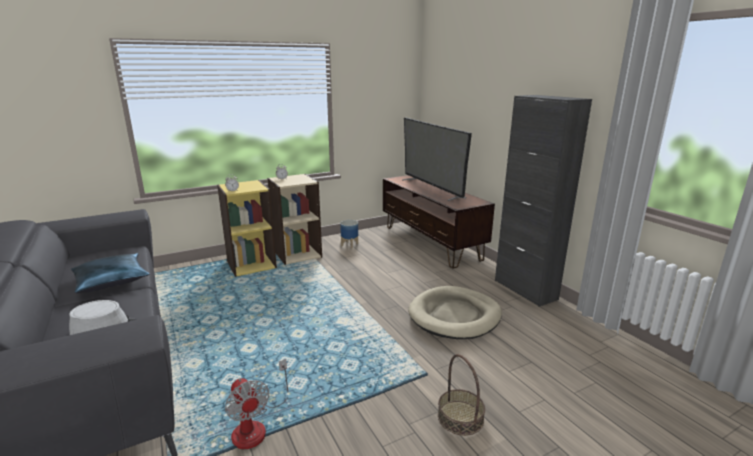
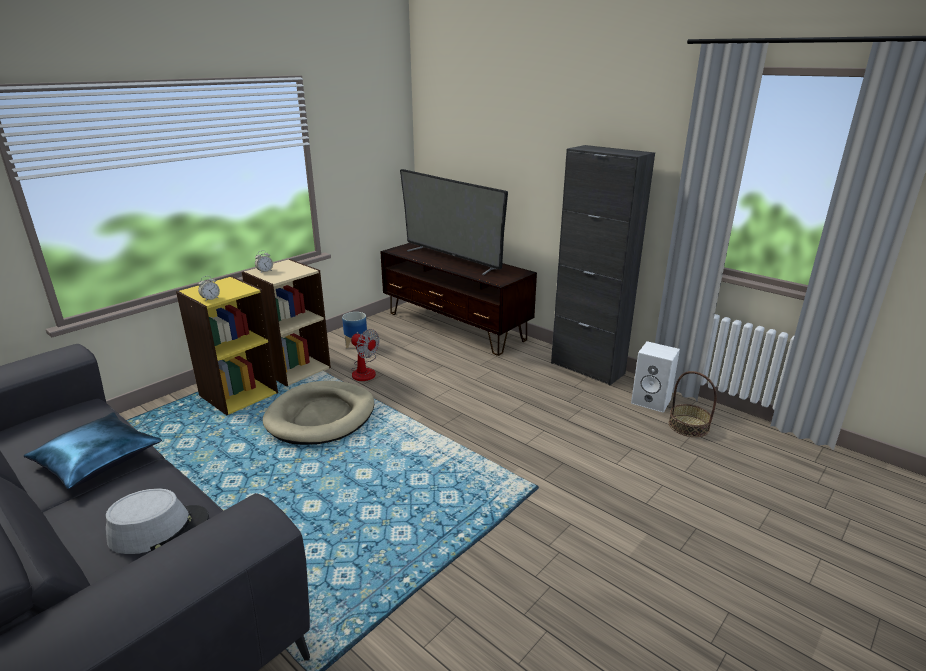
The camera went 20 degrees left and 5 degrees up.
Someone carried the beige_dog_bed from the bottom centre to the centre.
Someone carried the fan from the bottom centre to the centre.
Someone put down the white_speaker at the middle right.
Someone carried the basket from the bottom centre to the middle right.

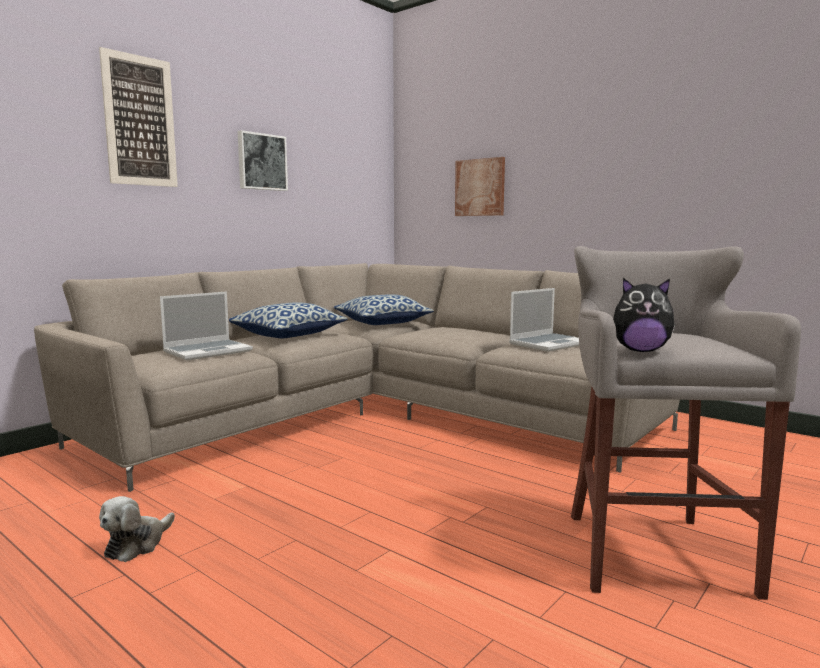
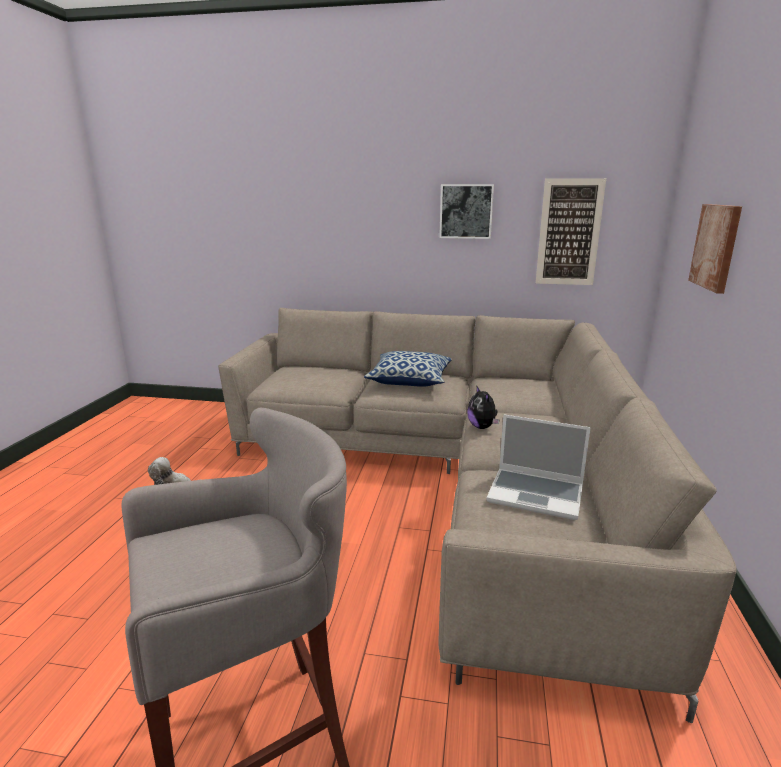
The camera went 60 degrees right and 10 degrees up.
Someone carried the plush_toy (no. 2 from left) from the middle right to the centre.
Someone carried the picture (no. 1 from left in the first image) from the top left to the top right.
Someone took away the laptop (no. 1 from left) at the middle left.
Someone took away the pillow (no. 2 from left) at the centre.

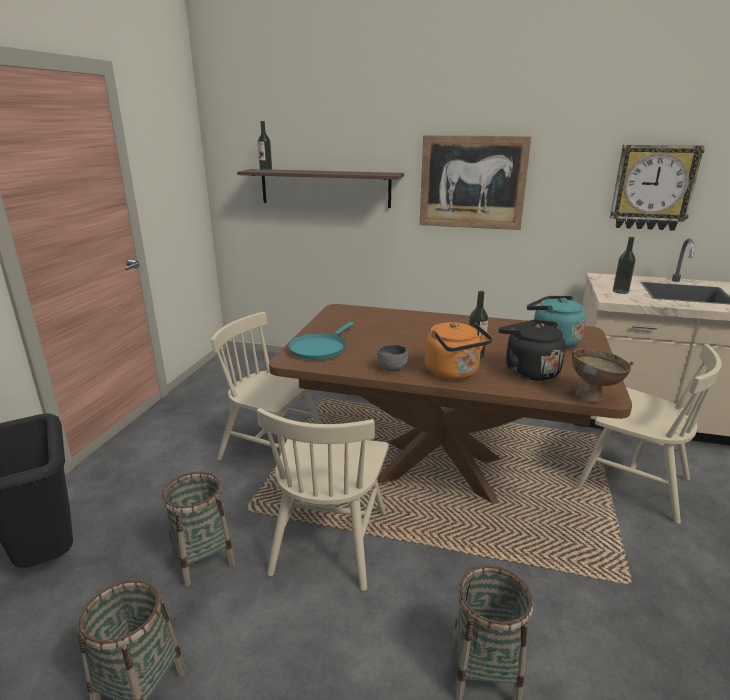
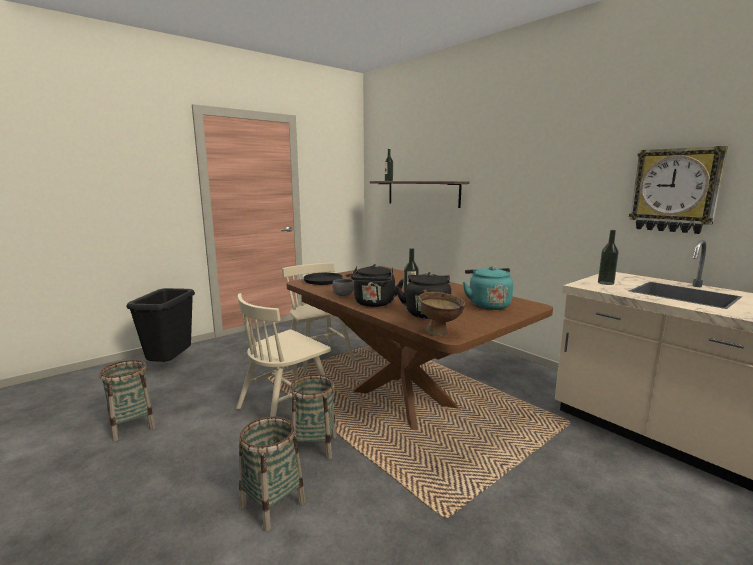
The camera went 35 degrees right and 10 degrees down.
Someone carried the basket (no. 2 from left in the first image) from the bottom left to the bottom centre.
Someone repainted the turquoise_frying_pan at the centre, which became the black_frying_pan at the centre.
Someone repainted the orange_kettle at the centre, which became the black_kettle (no. 1 from left) at the centre.
Someone took away the picture at the top centre.
Someone took away the beige_chair (no. 3 from left) at the middle right.

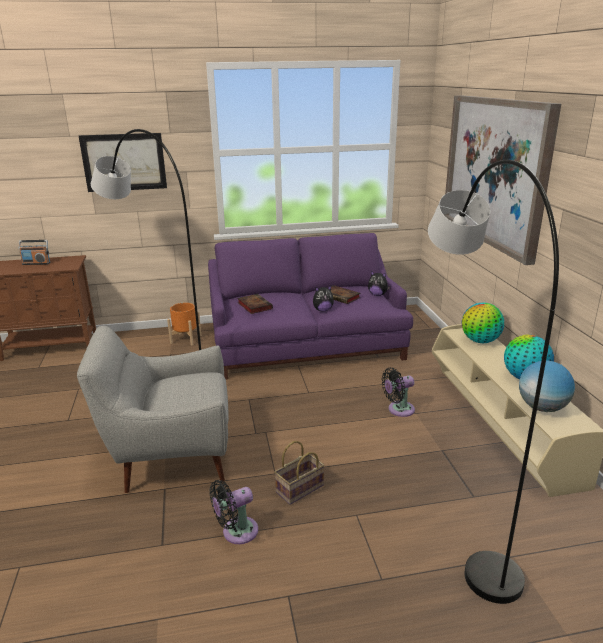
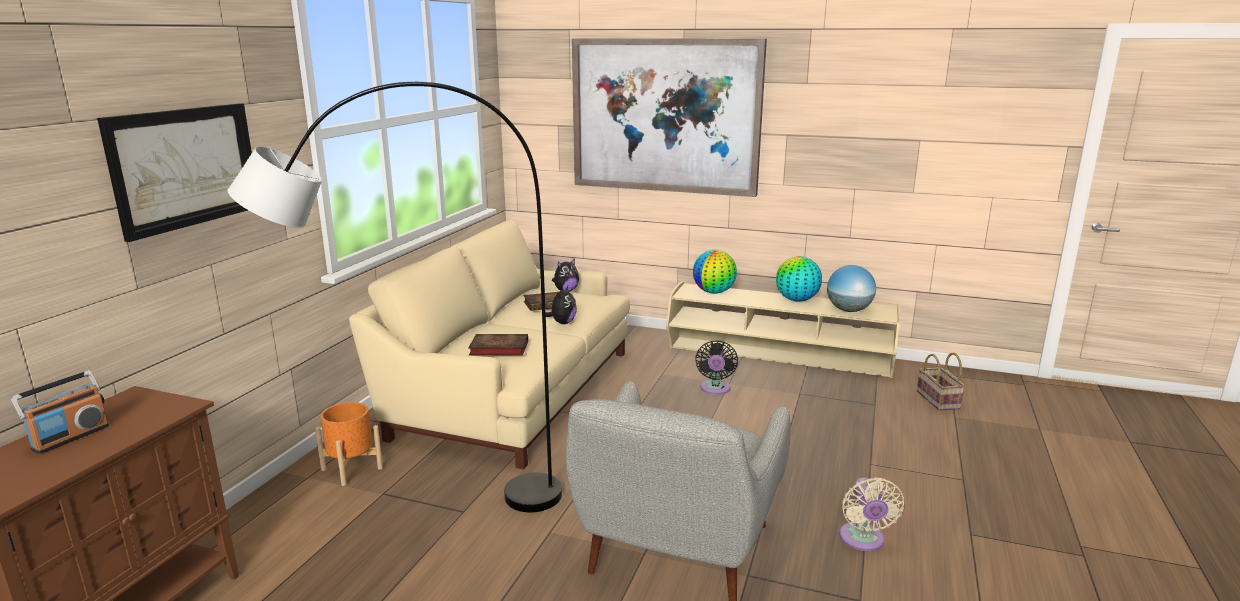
The camera went 60 degrees left and 5 degrees down.
Someone repainted the purple_sofa at the centre, which became the beige_sofa at the centre.
Someone repainted the black_fan (no. 1 from left) at the bottom centre, which became the beige_fan at the bottom right.
Someone carried the basket from the bottom centre to the middle right.
Someone took away the grey_floor_lamp (no. 2 from left) at the middle right.

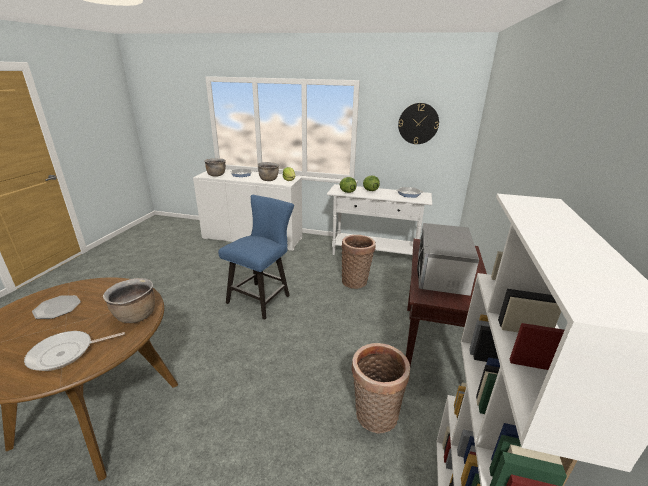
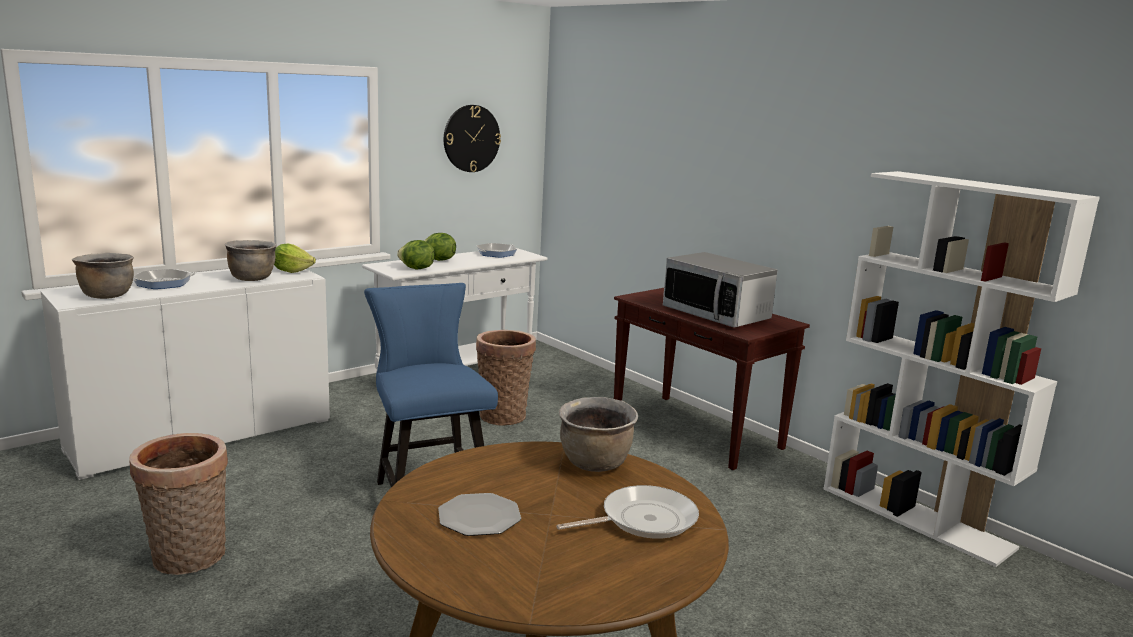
The camera went 55 degrees left and 10 degrees down.
Someone carried the basket (no. 2 from left in the first image) from the bottom centre to the bottom left.
Someone rotated the frying_pan (no. 1 from left in the first image) at the bottom left by 120 degrees counterclockwise.

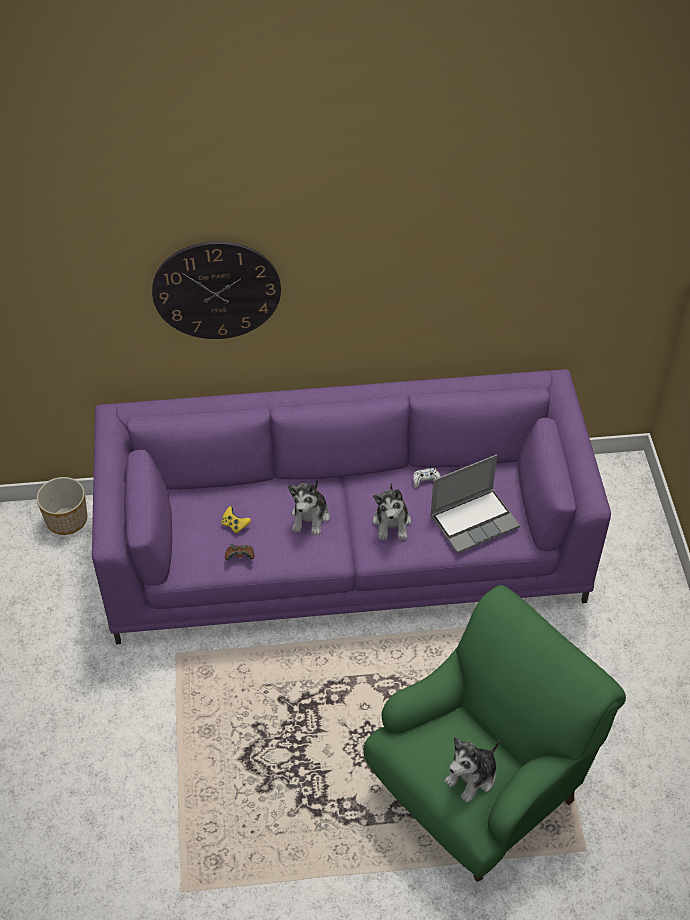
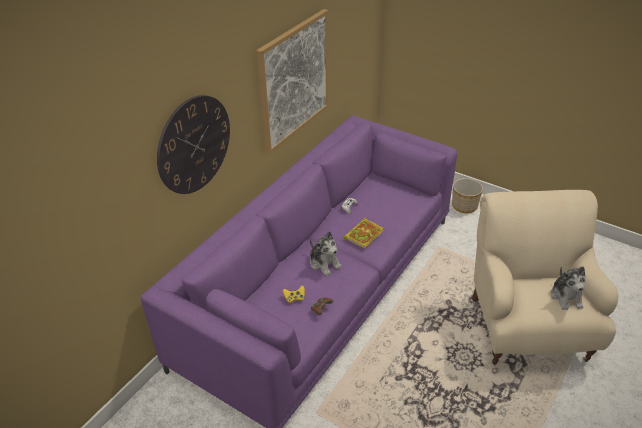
The camera went 50 degrees left and 10 degrees down.
Someone put up the picture at the top centre.
Someone swapped the plush_toy (no. 2 from left) at the centre for the book at the centre.
Someone carried the planter from the middle left to the middle right.
Someone repainted the green_armchair at the bottom right, which became the beige_armchair at the middle right.
Someone took away the laptop at the middle right.

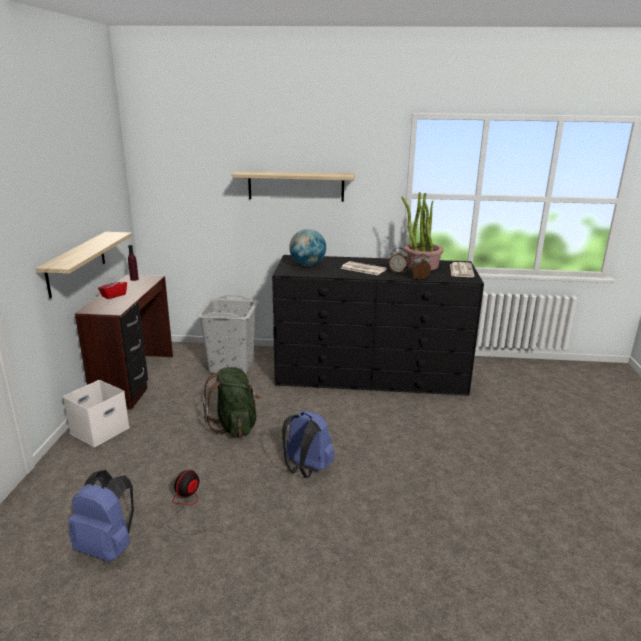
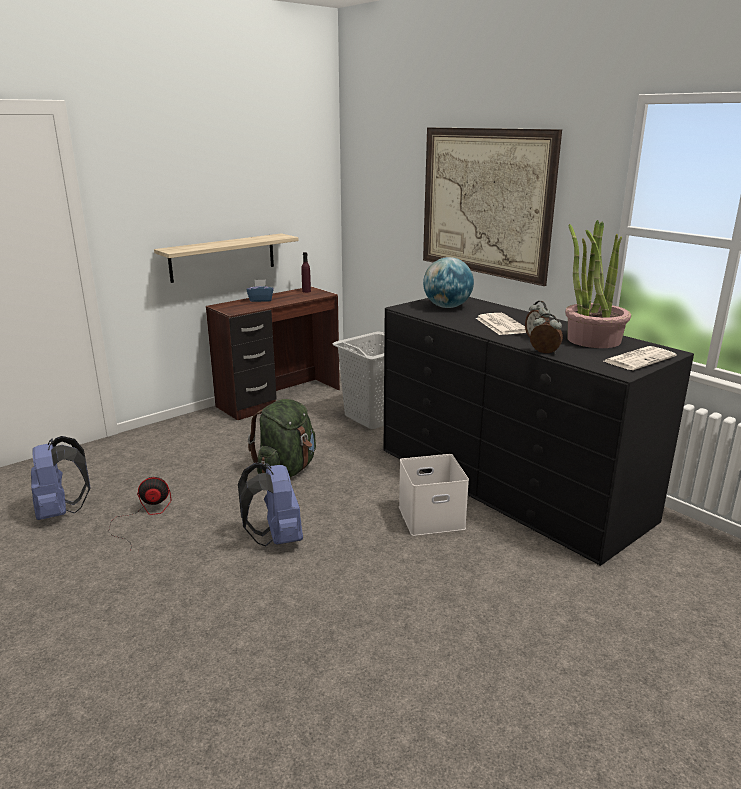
The camera went 45 degrees right and 0 degrees up.
Someone repainted the red_tissue_box at the middle left, which became the blue_tissue_box at the centre.
Someone carried the white_storage_box from the middle left to the centre.
Someone swapped the shelf (no. 2 from left) at the top centre for the picture at the top centre.

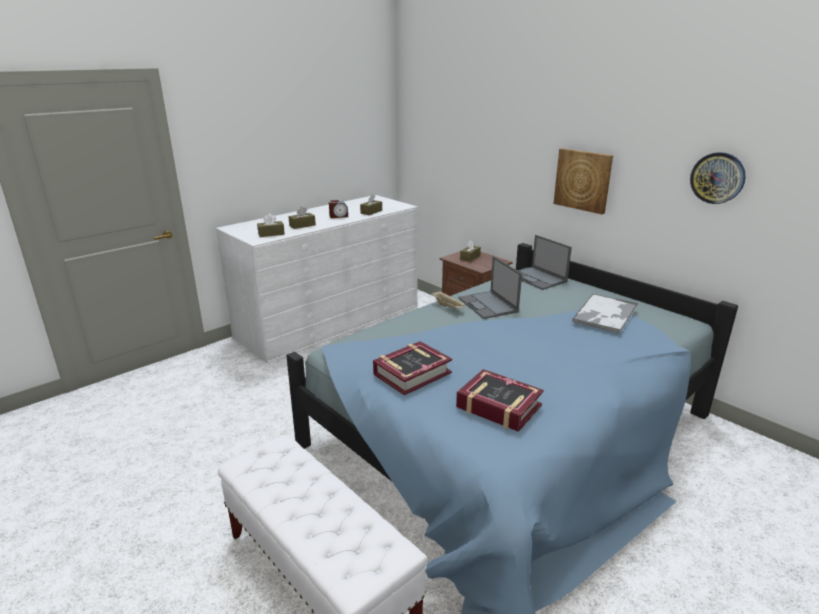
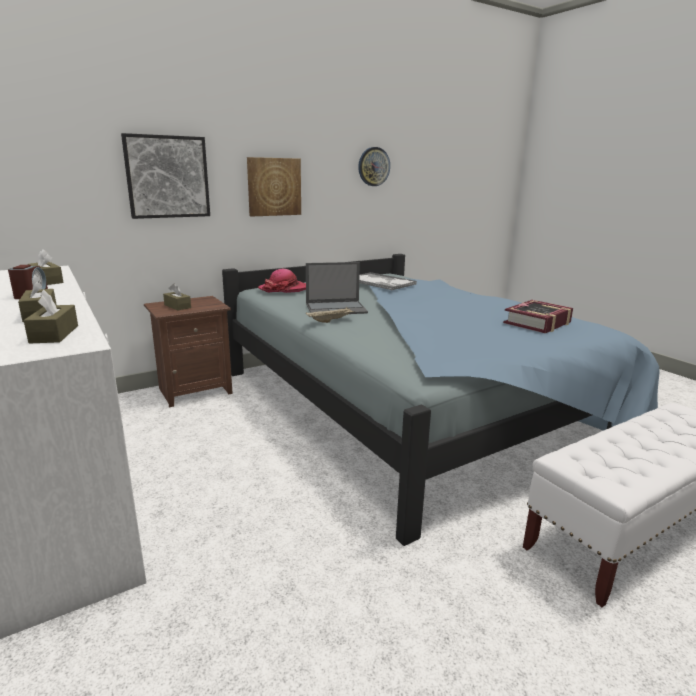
The camera went 80 degrees left and 5 degrees down.
Someone put up the picture (no. 1 from left) at the top left.
Someone swapped the laptop (no. 2 from left) at the centre for the hat at the centre.
Someone took away the book (no. 1 from left) at the centre.

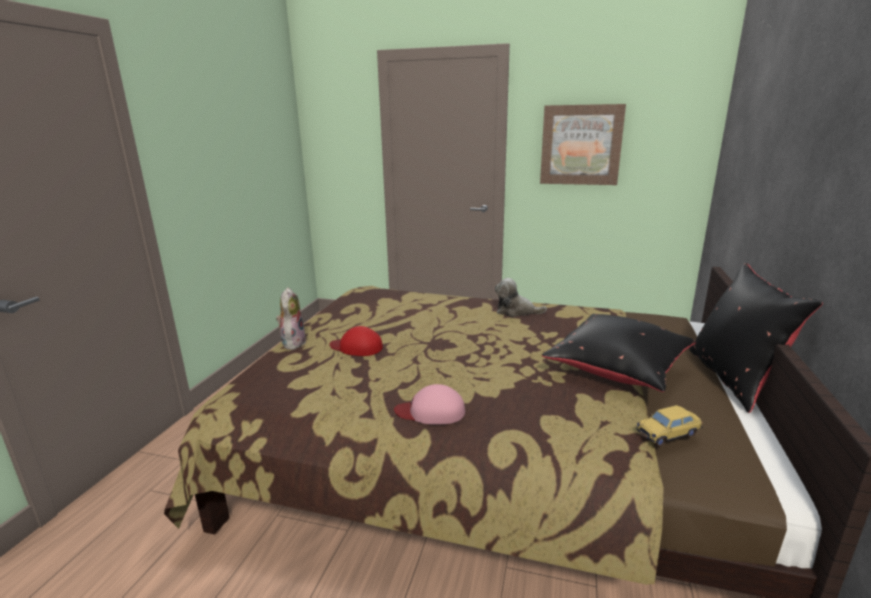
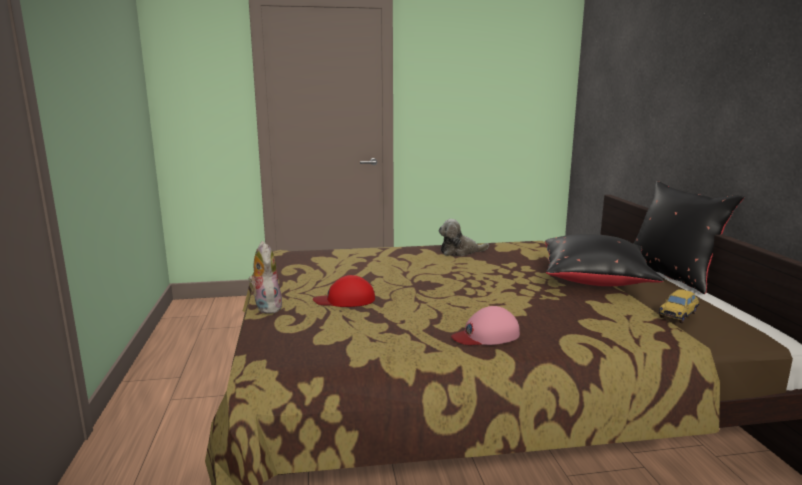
The camera went 25 degrees left and 5 degrees down.
Someone took away the picture at the top right.

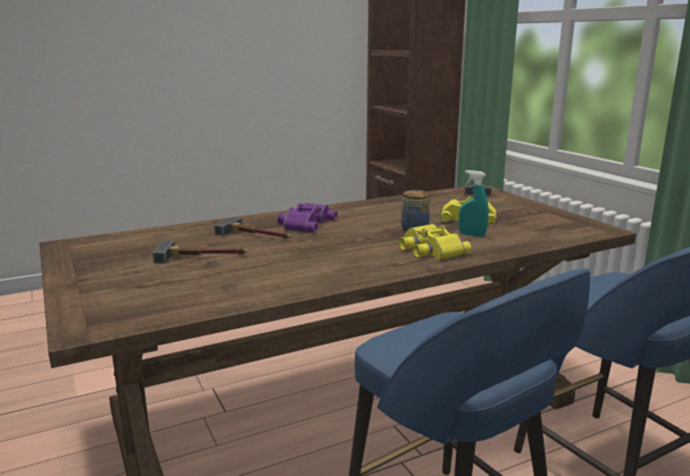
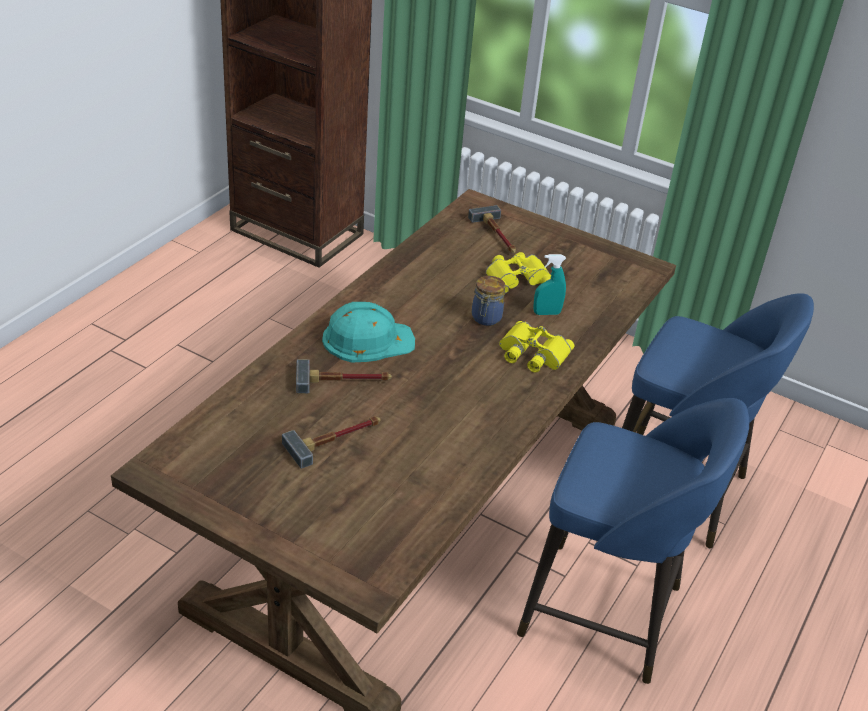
The camera went 35 degrees left and 20 degrees up.
Someone swapped the purple_binoculars at the centre for the turquoise_hard_hat at the centre.

